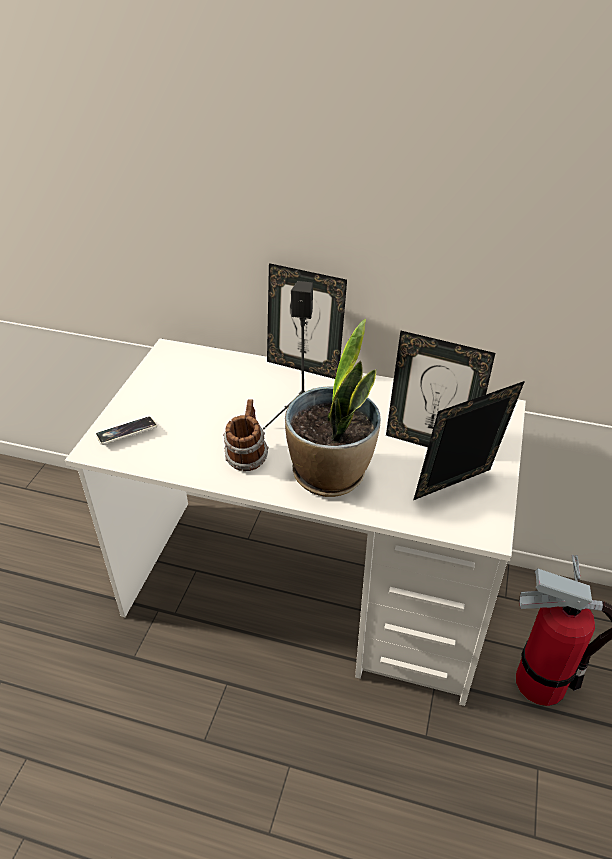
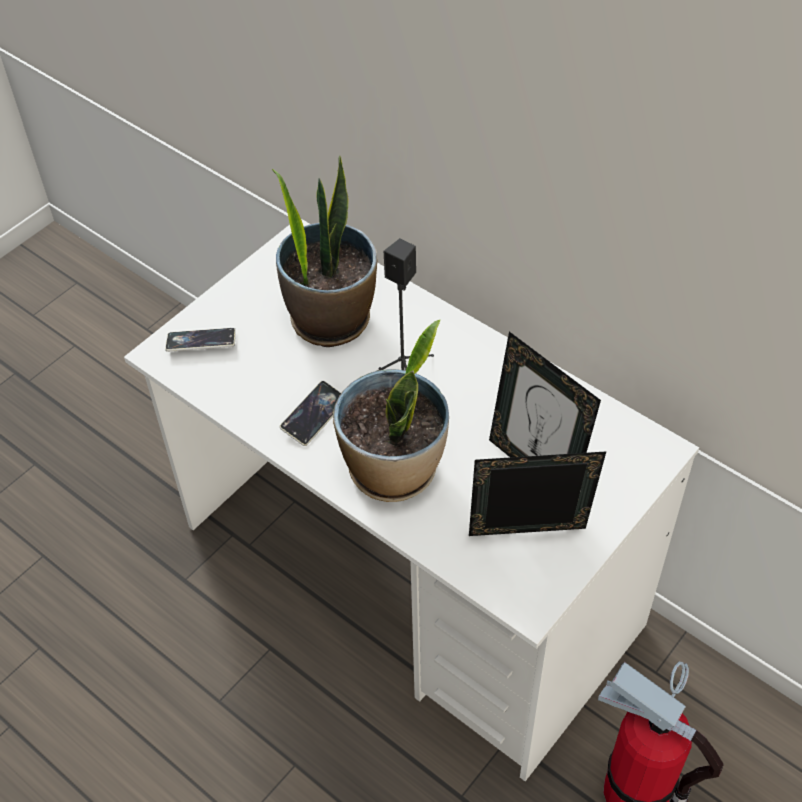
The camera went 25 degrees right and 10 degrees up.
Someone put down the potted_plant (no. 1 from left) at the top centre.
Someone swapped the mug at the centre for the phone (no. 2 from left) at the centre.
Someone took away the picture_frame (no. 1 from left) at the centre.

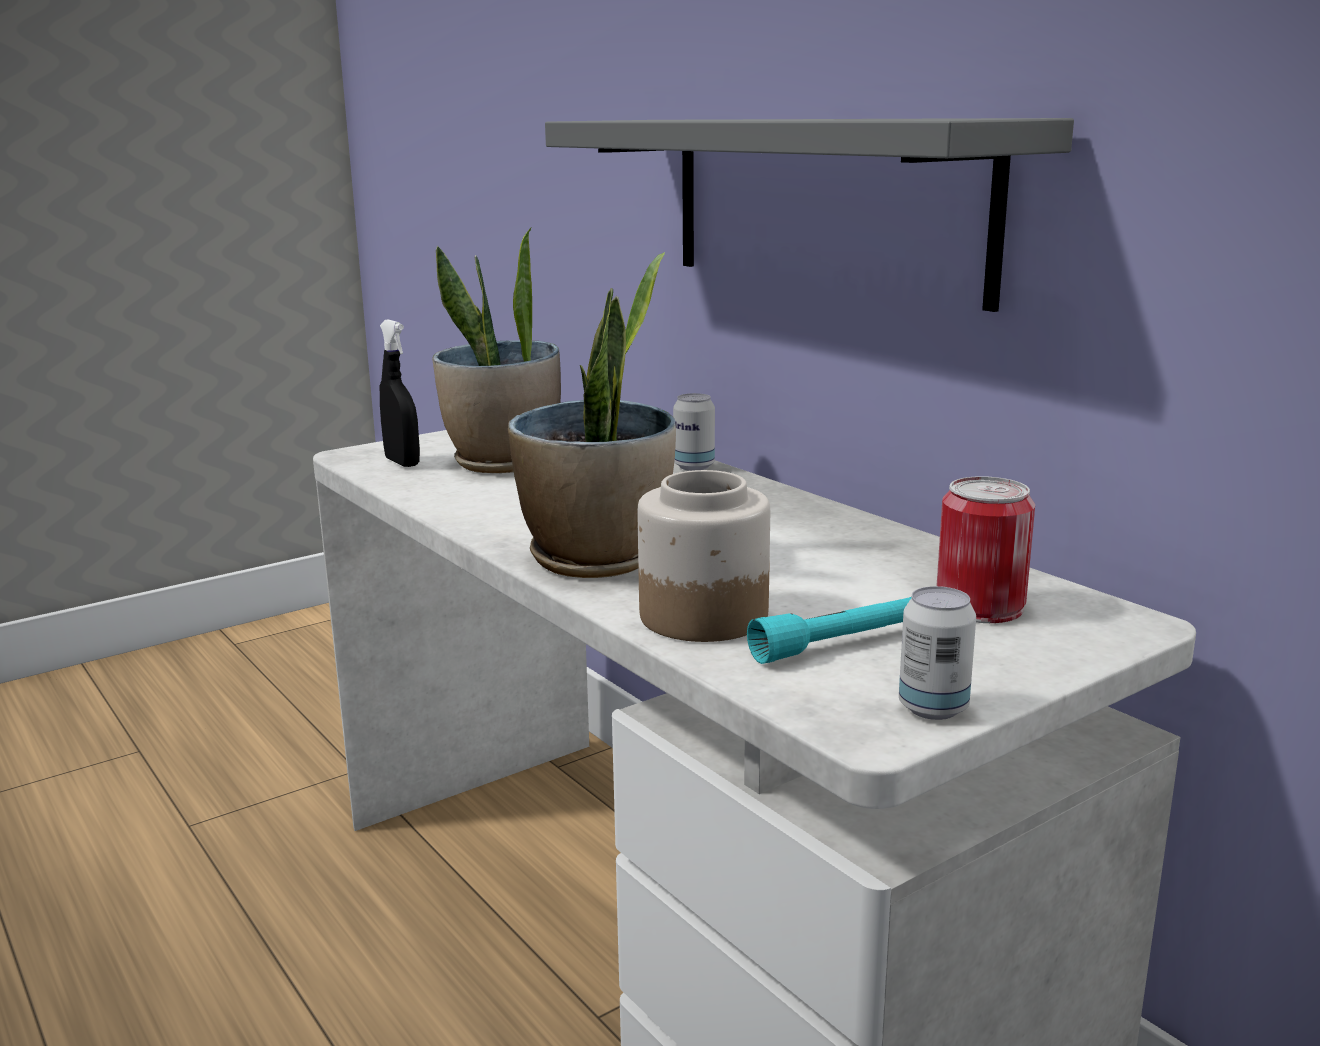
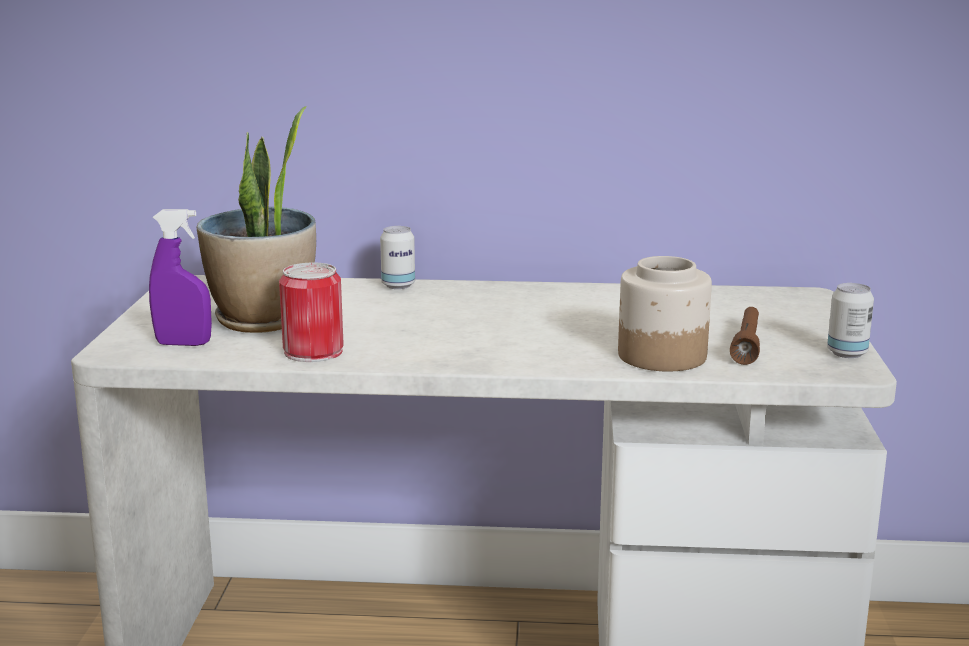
The camera went 50 degrees left and 0 degrees up.
Someone repainted the black_spray_bottle at the middle left, which became the purple_spray_bottle at the middle left.
Someone carried the can (no. 3 from left in the first image) from the middle right to the middle left.
Someone repainted the turquoise_flashlight at the centre, which became the brown_flashlight at the middle right.
Someone took away the potted_plant (no. 2 from left) at the centre.
Someone took away the grey_shelf at the top centre.

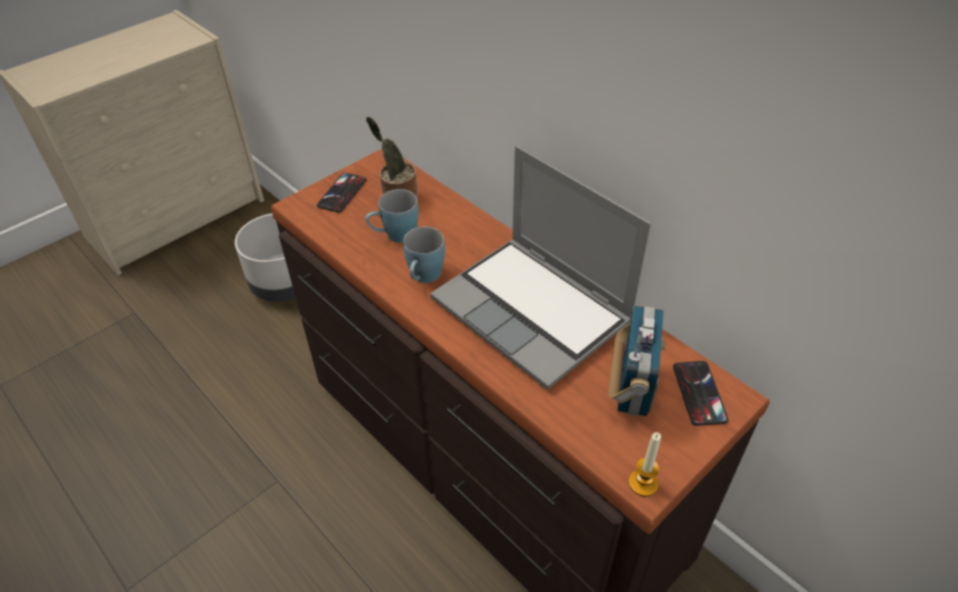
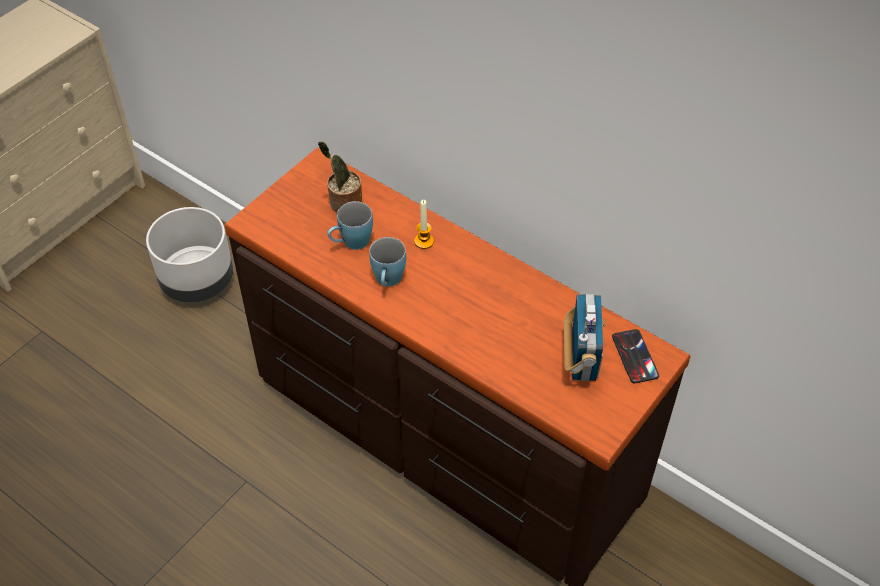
The camera went 10 degrees left and 5 degrees up.
Someone carried the candle from the bottom right to the centre.
Someone took away the phone (no. 1 from left) at the top centre.
Someone took away the laptop at the centre.

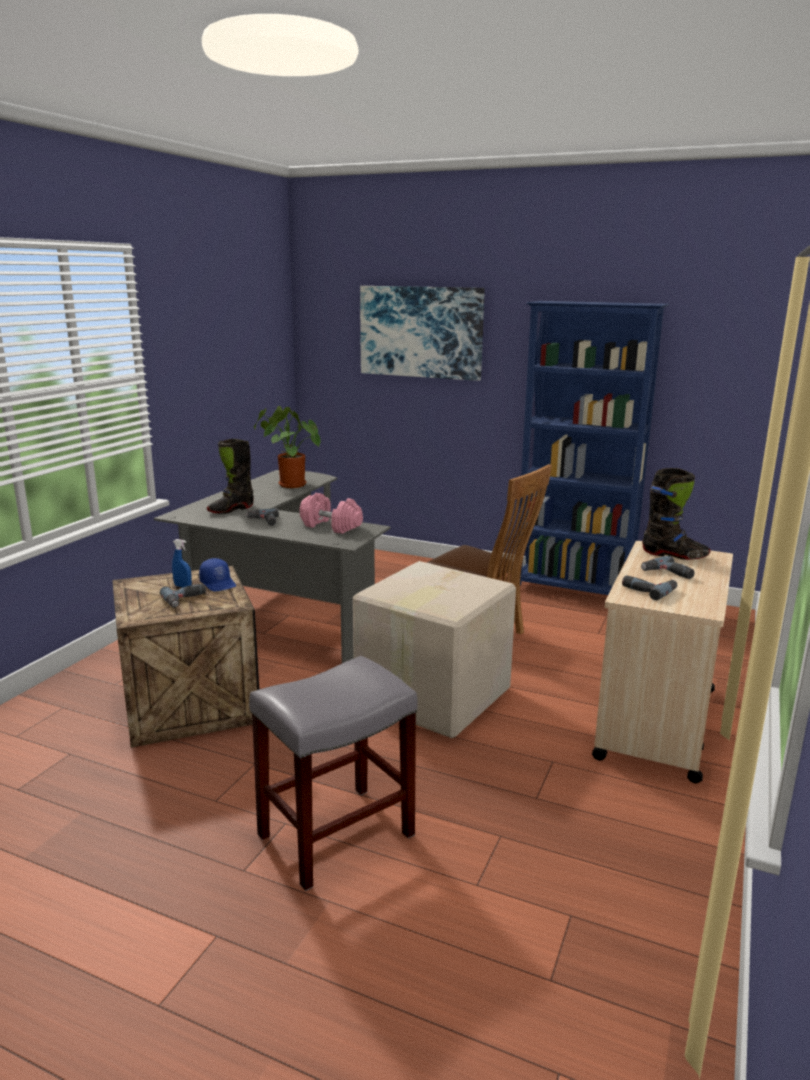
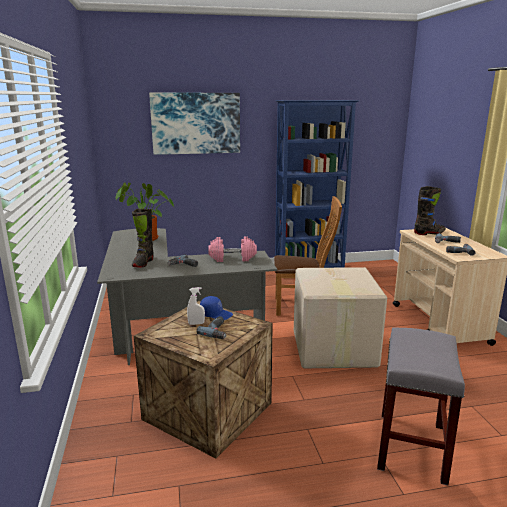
The camera went 35 degrees left and 0 degrees up.
Someone repainted the blue_spray_bottle at the middle left, which became the white_spray_bottle at the centre.

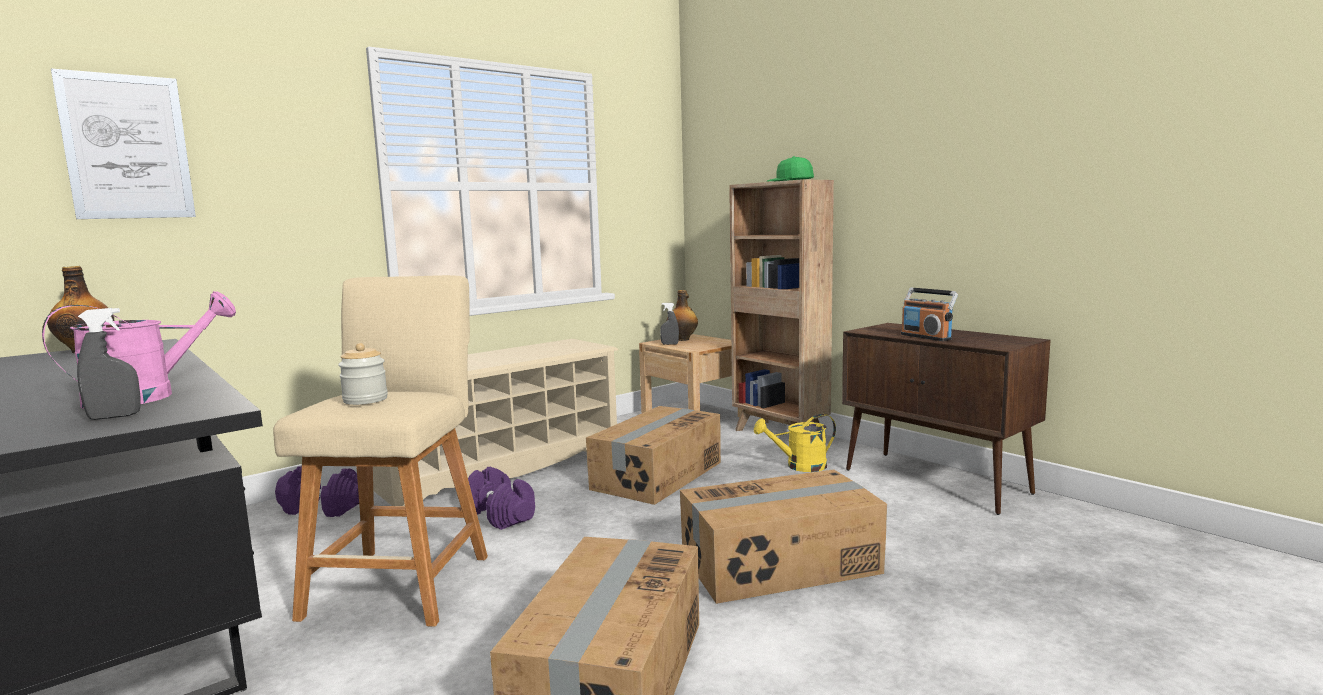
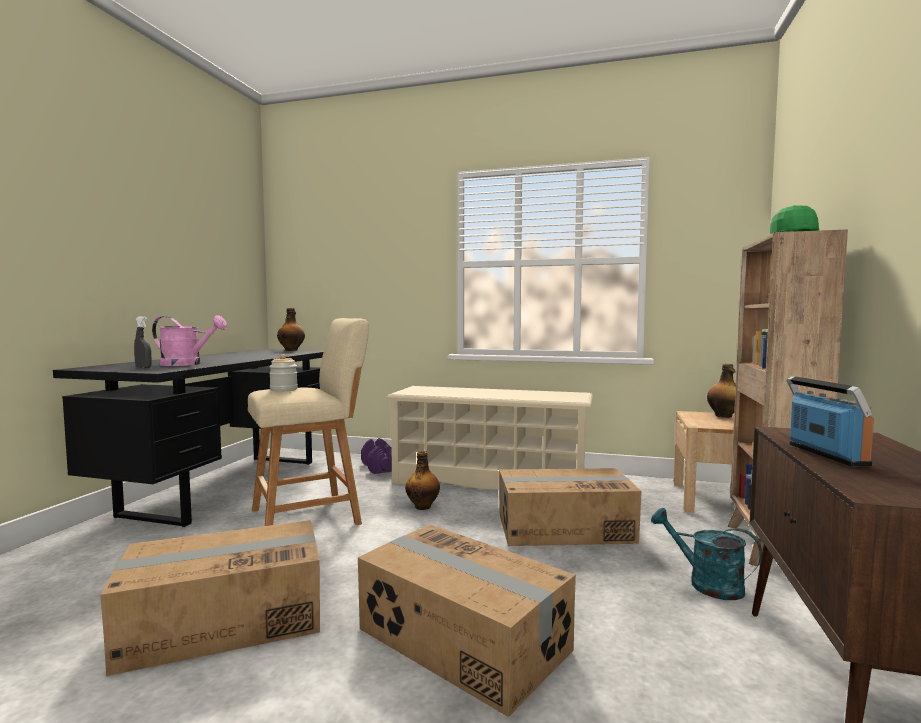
The camera went 55 degrees right and 5 degrees down.
Someone swapped the purple_dumbbell (no. 2 from left) at the bottom centre for the bottle (no. 2 from left) at the centre.
Someone repainted the yellow_watering_can at the centre, which became the turquoise_watering_can at the bottom right.
Someone rotated the radio at the middle right by 150 degrees clockwise.
Someone took away the picture at the top left.
Someone took away the grey_spray_bottle (no. 2 from left) at the centre.

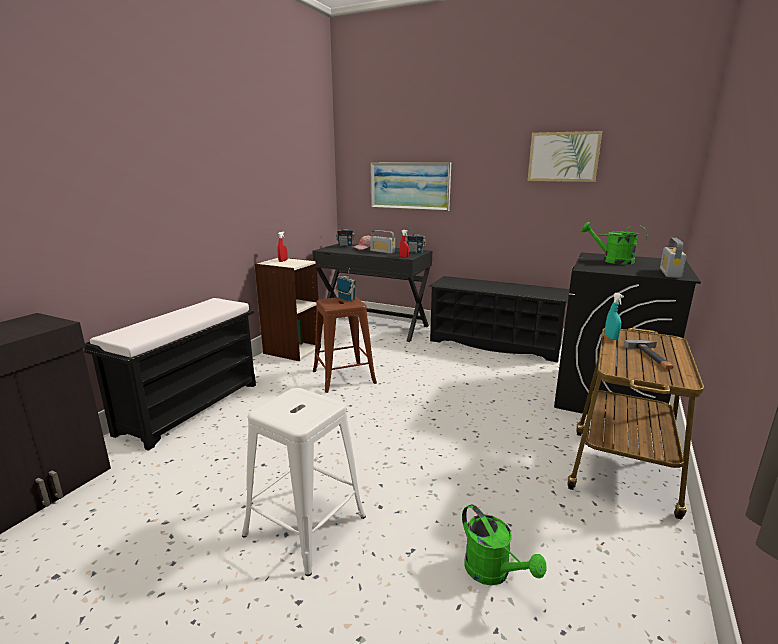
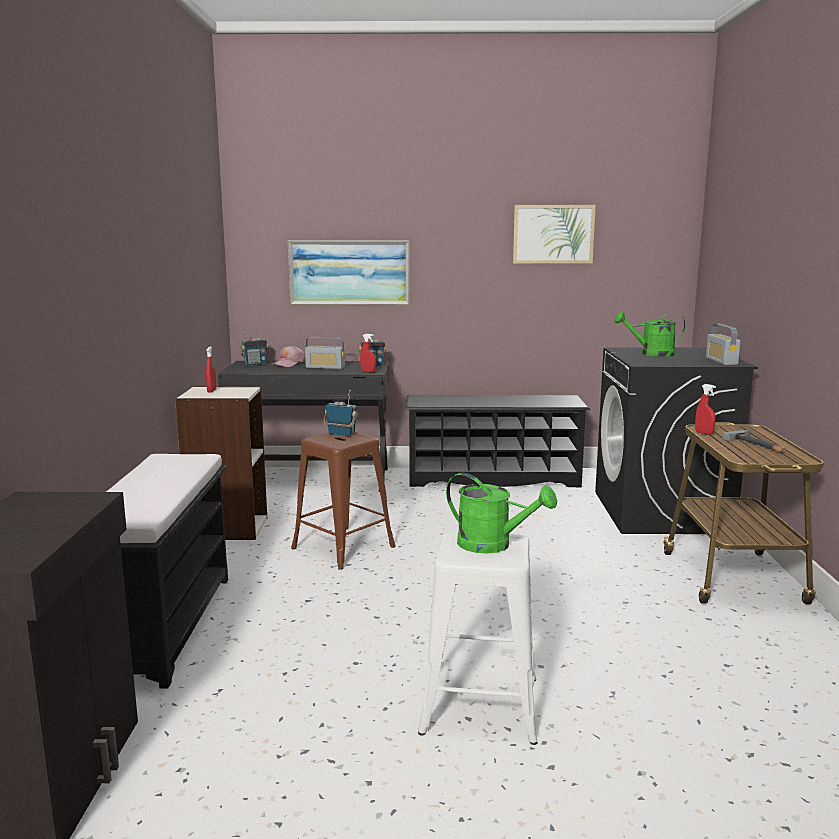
The camera went 25 degrees left and 5 degrees down.
Someone carried the green_watering_can (no. 1 from left) from the bottom centre to the centre.
Someone repainted the turquoise_spray_bottle at the middle right, which became the red_spray_bottle (no. 3 from left) at the middle right.

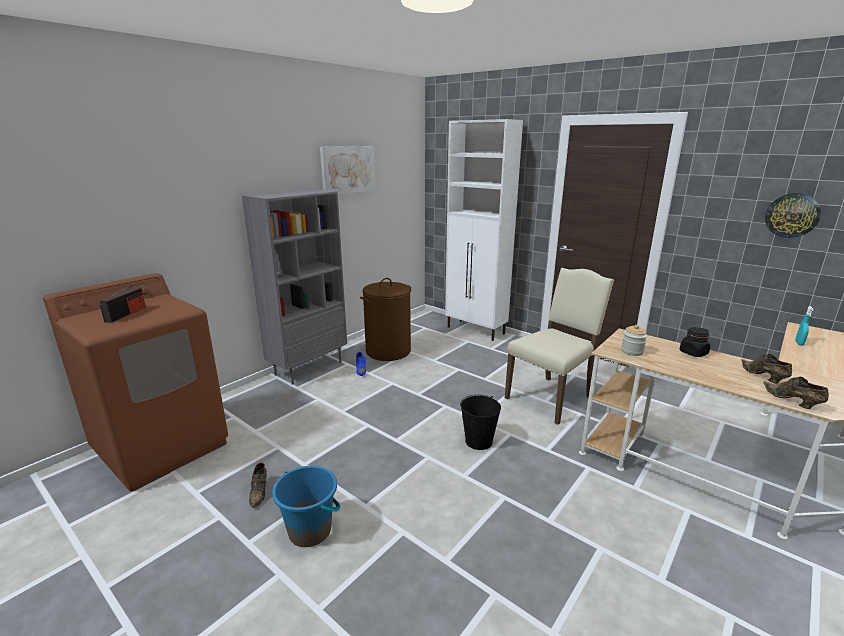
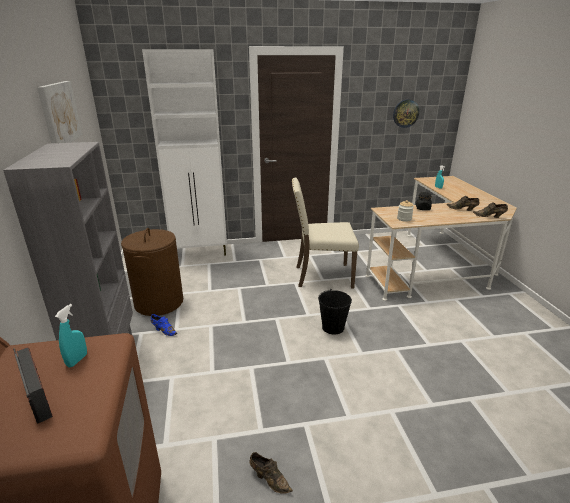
The camera went 50 degrees left and 5 degrees up.
Someone put down the turquoise_spray_bottle (no. 1 from left) at the middle left.
Someone rotated the beige_chair at the centre by 90 degrees counterclockwise.
Someone took away the blue_bucket at the bottom centre.

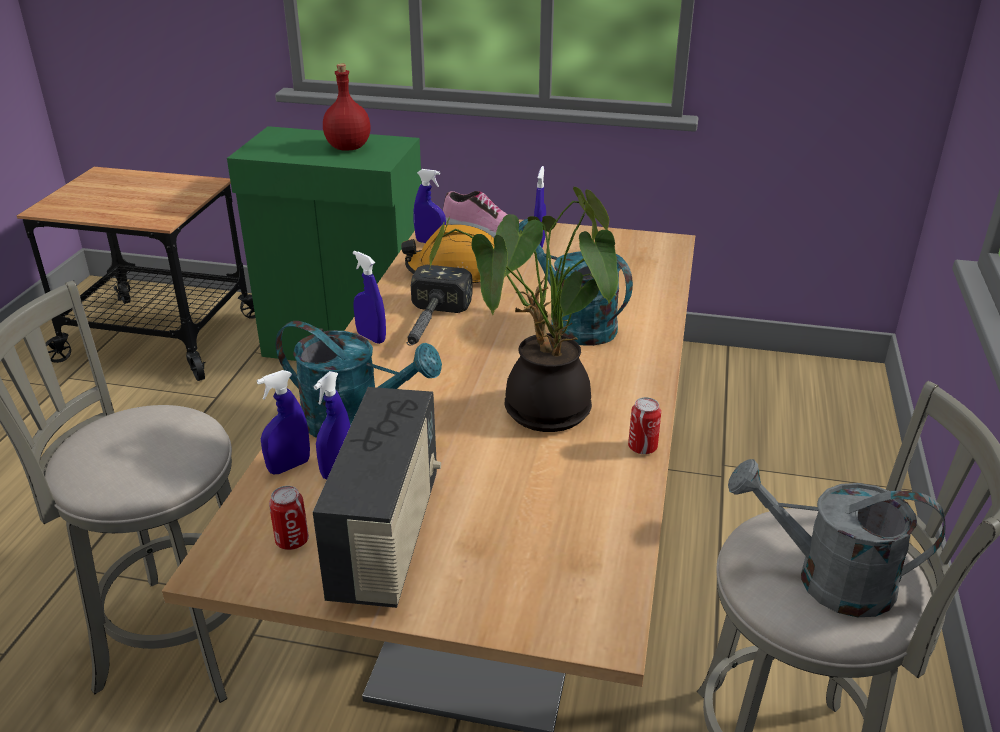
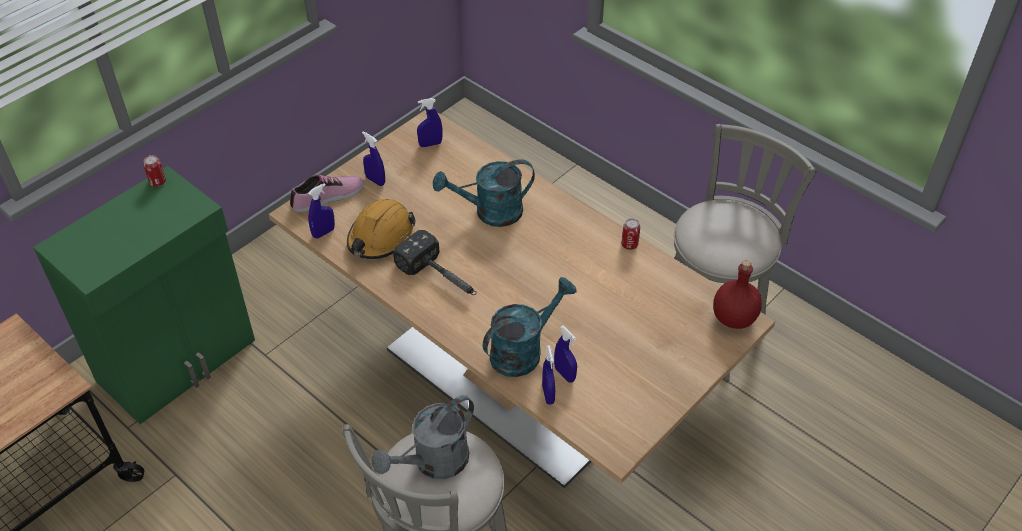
The camera went 60 degrees left and 15 degrees up.
Someone carried the can (no. 1 from left) from the bottom left to the top left.
Someone carried the grey_watering_can from the bottom right to the bottom centre.
Someone carried the blue_spray_bottle (no. 3 from left) from the centre to the top centre.
Someone carried the red_bottle from the top centre to the middle right.
Someone took away the radio at the bottom centre.
Someone took away the potted_plant at the centre.

